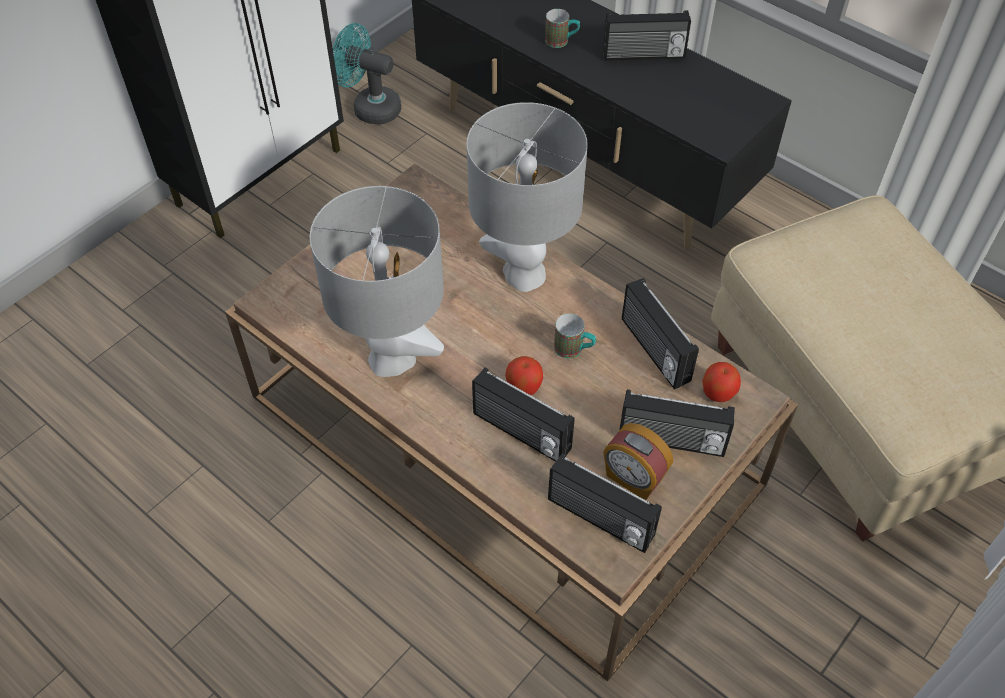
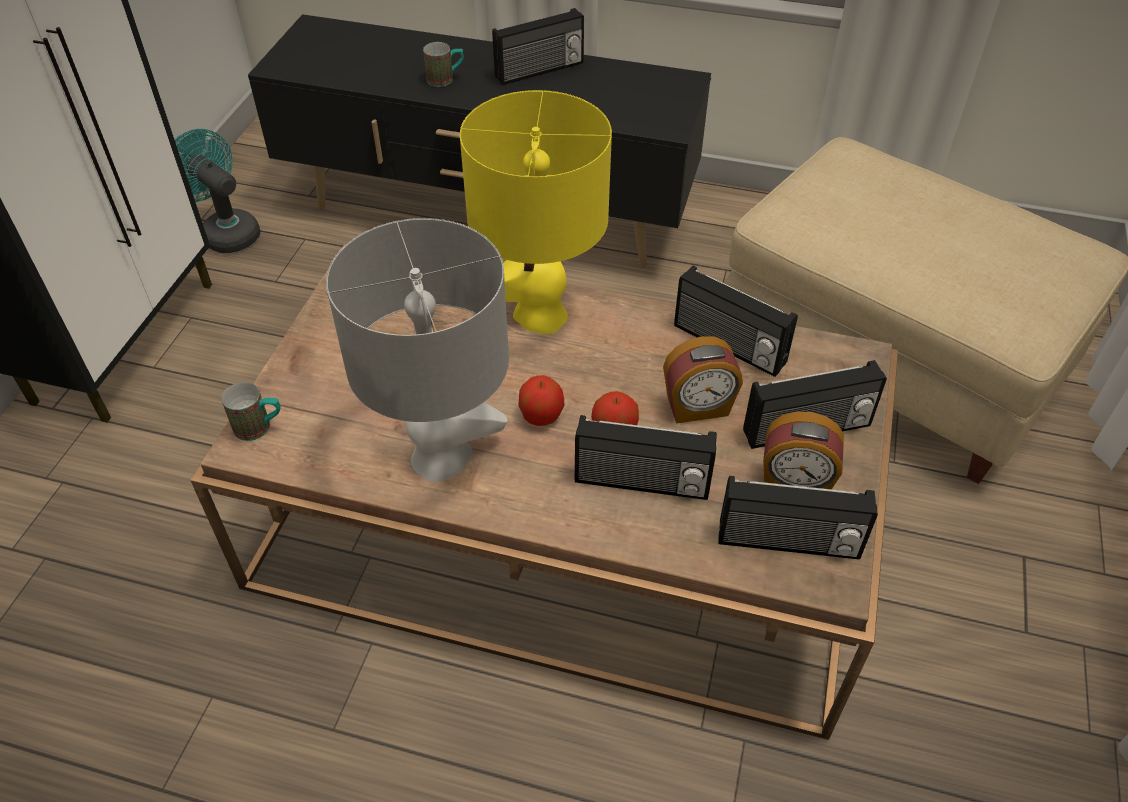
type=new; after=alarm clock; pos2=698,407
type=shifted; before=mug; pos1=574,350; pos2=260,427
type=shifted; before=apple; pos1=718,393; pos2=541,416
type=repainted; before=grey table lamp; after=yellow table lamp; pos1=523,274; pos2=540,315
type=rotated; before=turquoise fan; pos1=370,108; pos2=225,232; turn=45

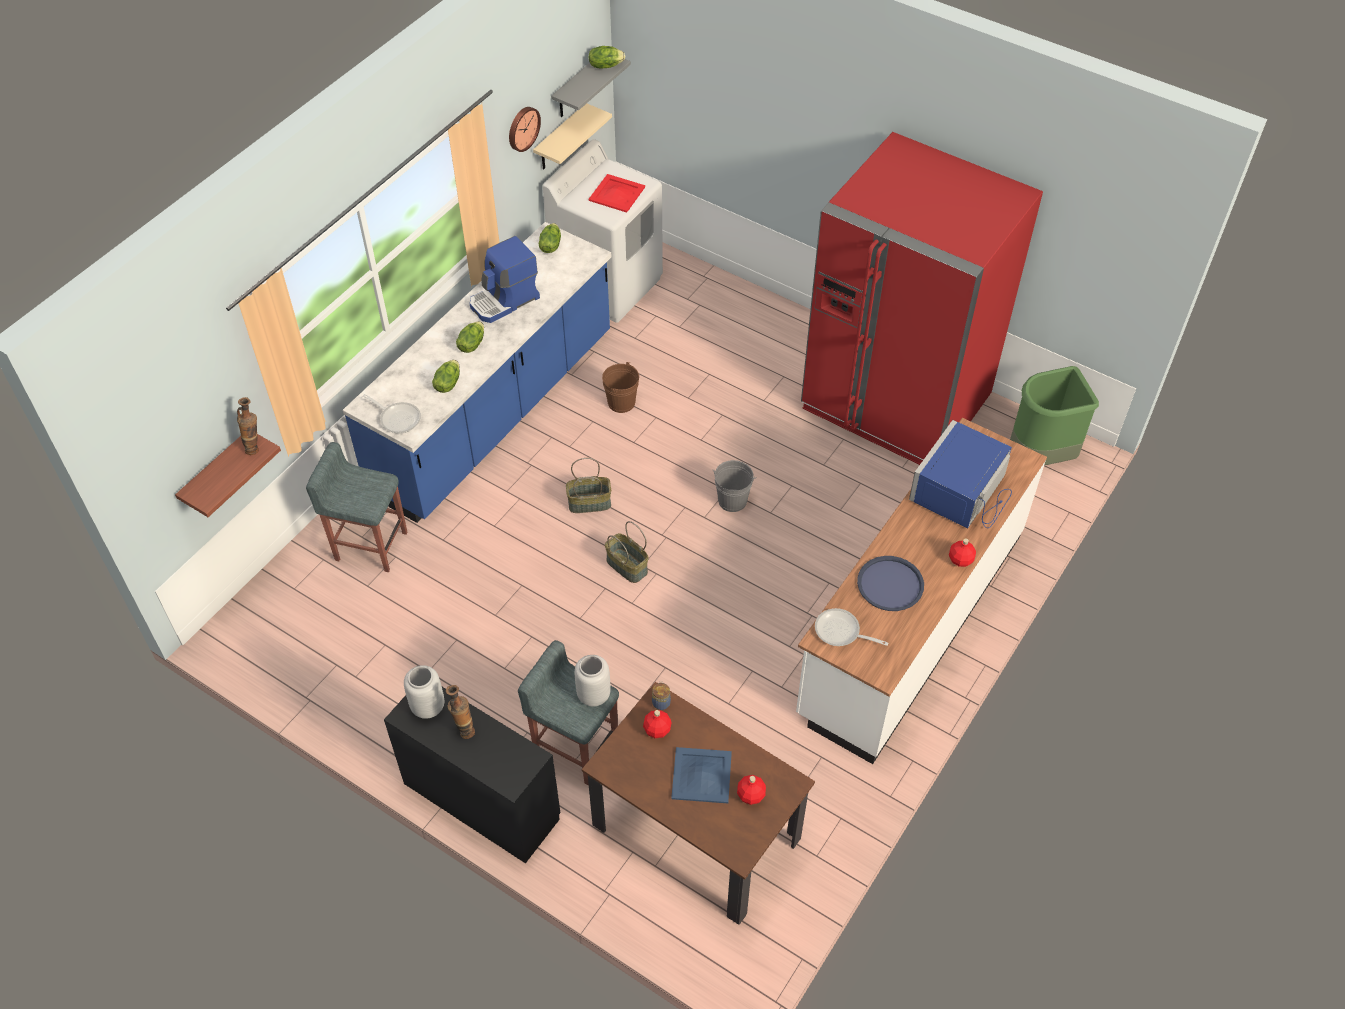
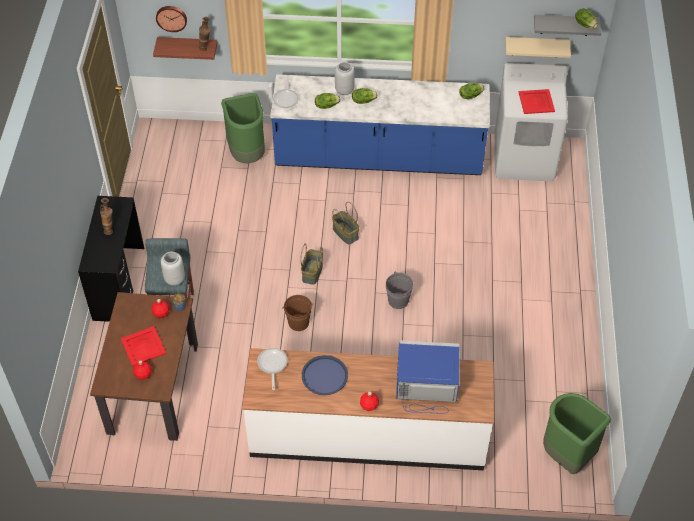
type=gone; before=coffee machine; pos1=505,301
type=gone; before=red fridge; pos1=896,402
type=shifted; before=grey vase; pos1=427,706; pos2=344,90
type=shifted; before=wall clock; pos1=522,128; pos2=171,17
type=shifted; before=brown bucket; pos1=621,402; pos2=298,322
type=swapped; before=grey stool; after=green trash can; pos1=370,545; pos2=247,154
type=repainted; before=blue tray; after=red tray; pos1=701,776; pos2=143,346

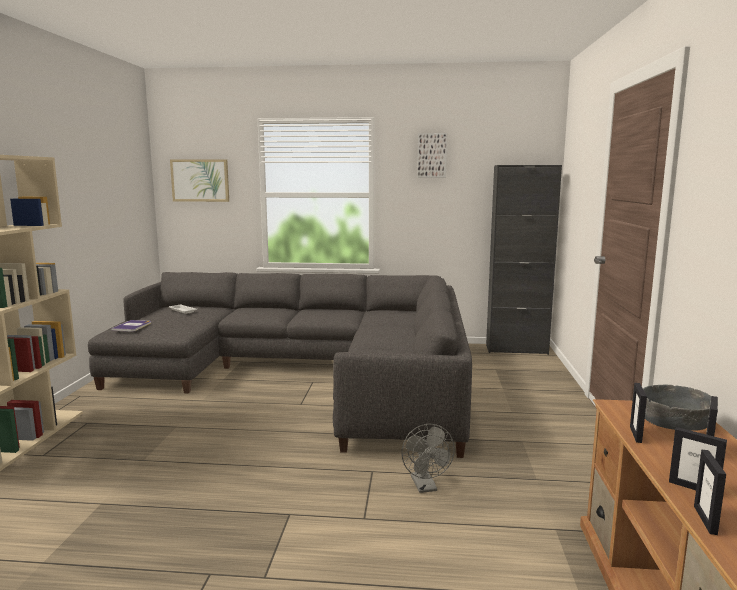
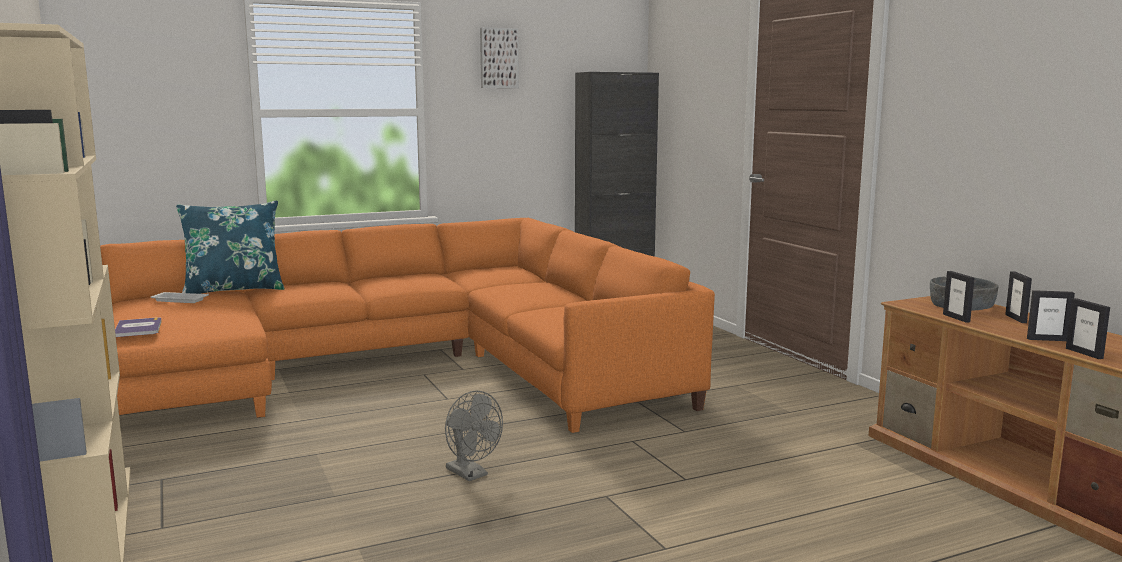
type=gone; before=picture; pos1=200,180
type=new; after=blue pillow; pos2=234,290
type=shifted; before=grey fan; pos1=425,487; pos2=471,474
type=repainted; before=grey sofa; after=orange sofa; pos1=307,373; pos2=400,366

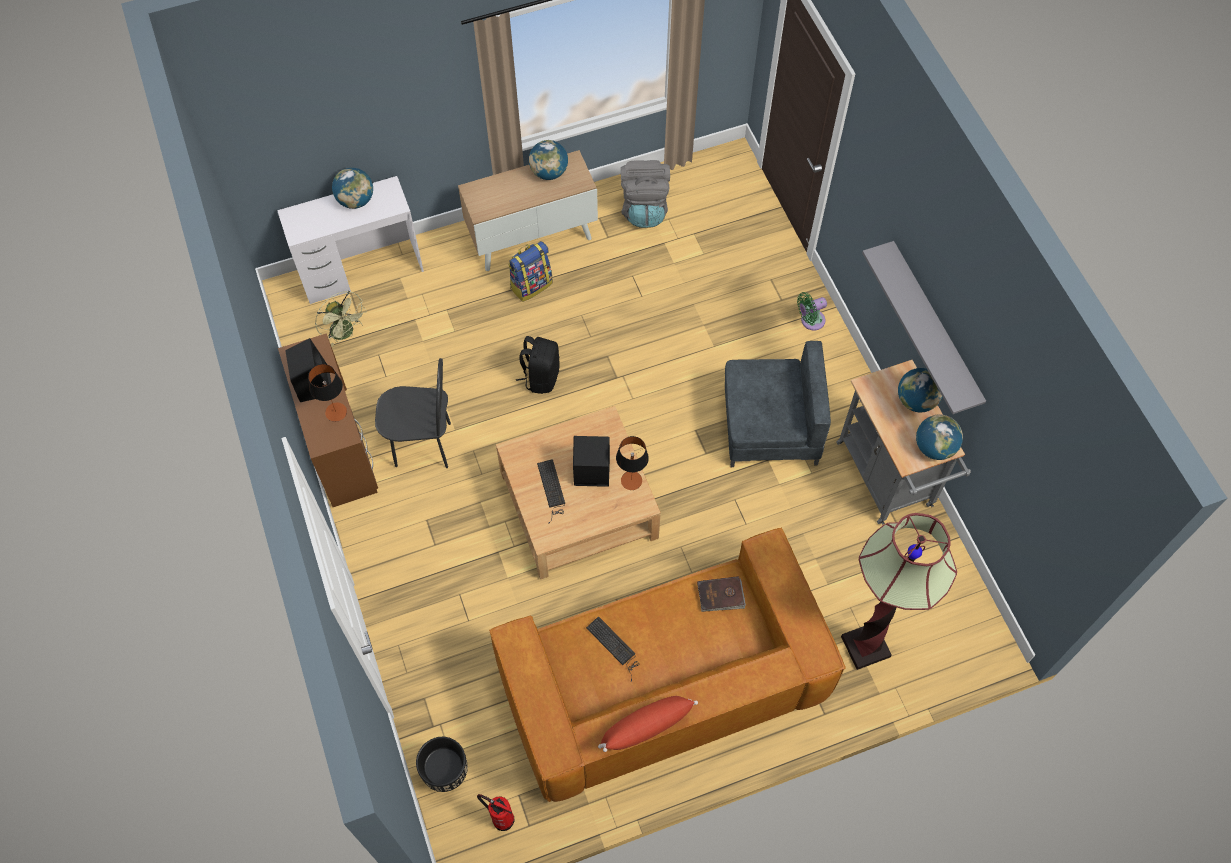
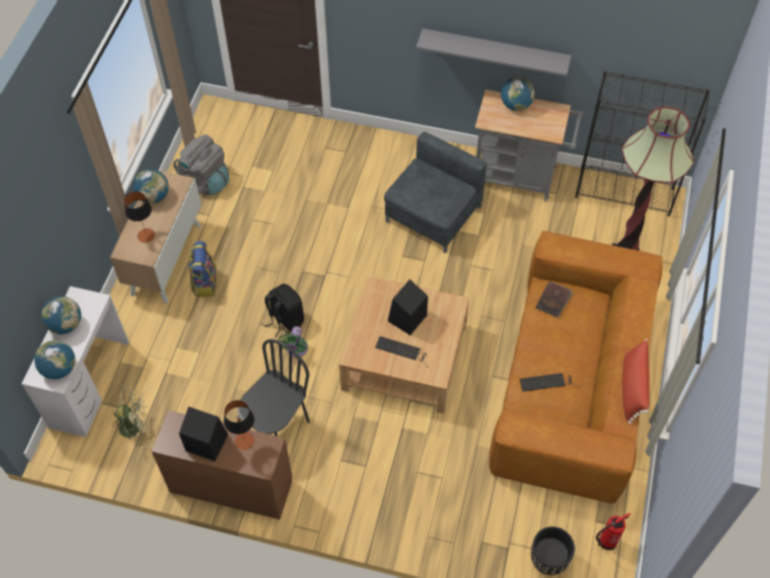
type=new; after=black bookcase; pos2=625,193
type=shifted; before=table lamp; pos1=631,480; pos2=146,235
type=shifted; before=green fan; pos1=810,321; pos2=296,350
type=shifted; before=globe; pos1=934,447; pos2=59,369

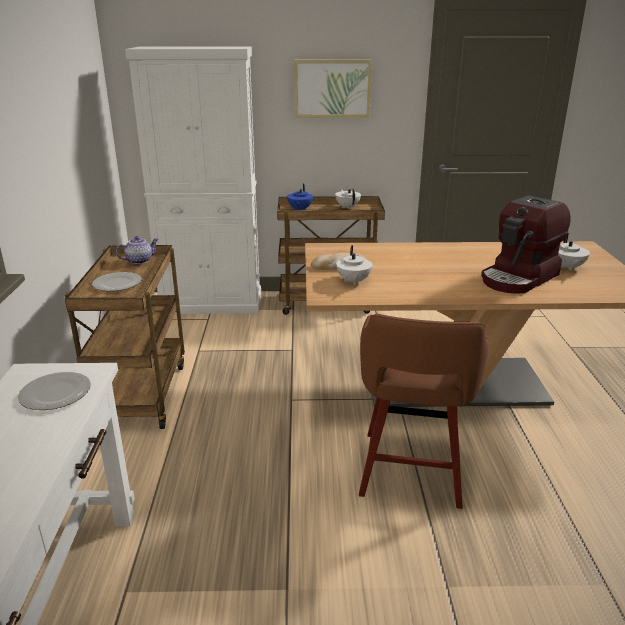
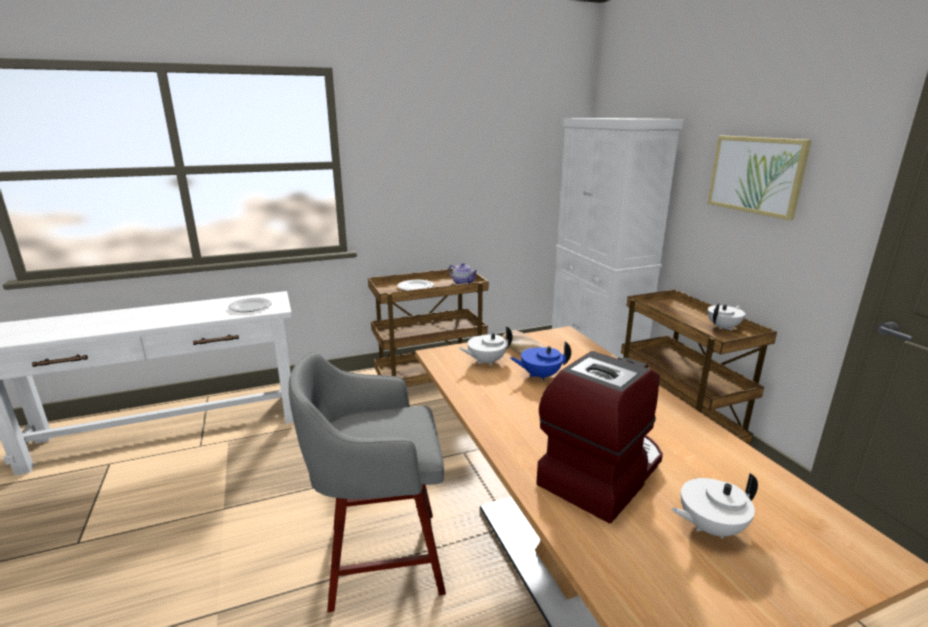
type=shifted; before=blue teapot; pos1=299,209; pos2=540,375
type=repainted; before=brown stool; after=grey stool; pos1=410,471; pos2=380,558
type=rotated; before=coffee machine; pos1=519,278; pos2=600,472; turn=105

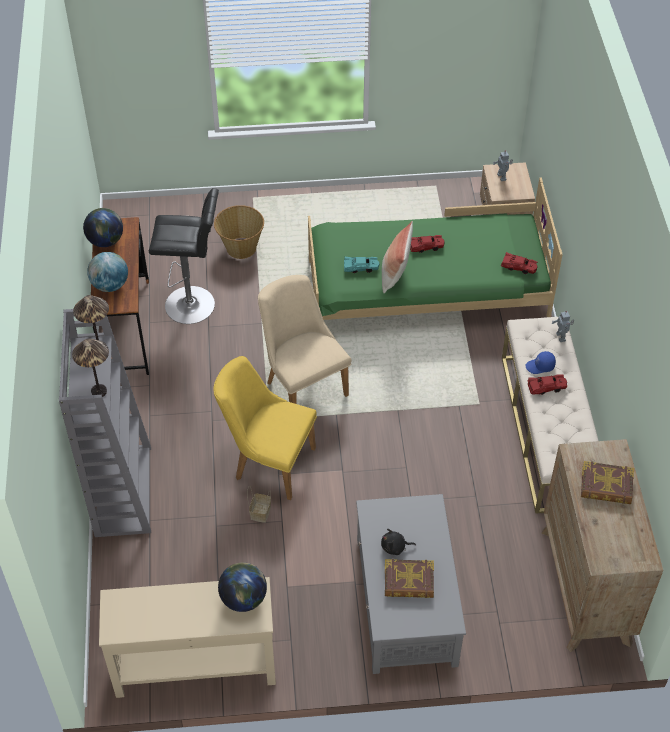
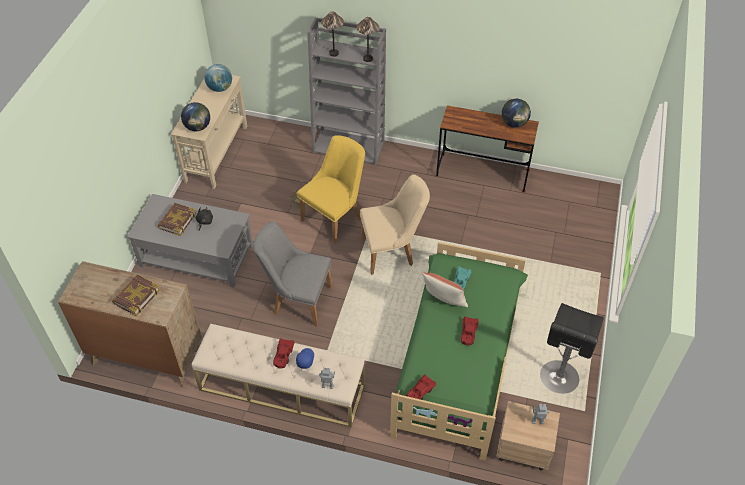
type=gone; before=basket; pos1=241,247
type=new; after=grey chair; pos2=297,299
type=shifted; before=globe; pos1=110,285; pos2=220,88
type=shifted; before=black stool; pos1=194,305; pos2=558,380

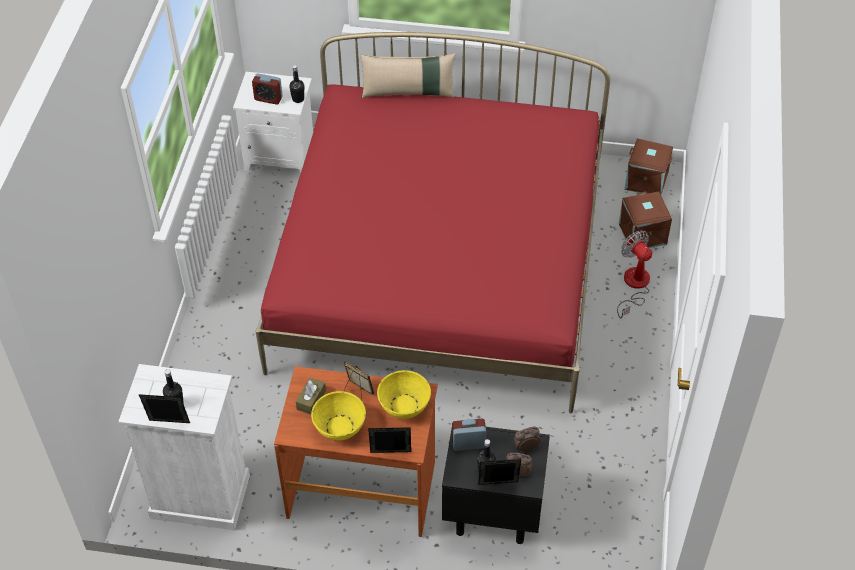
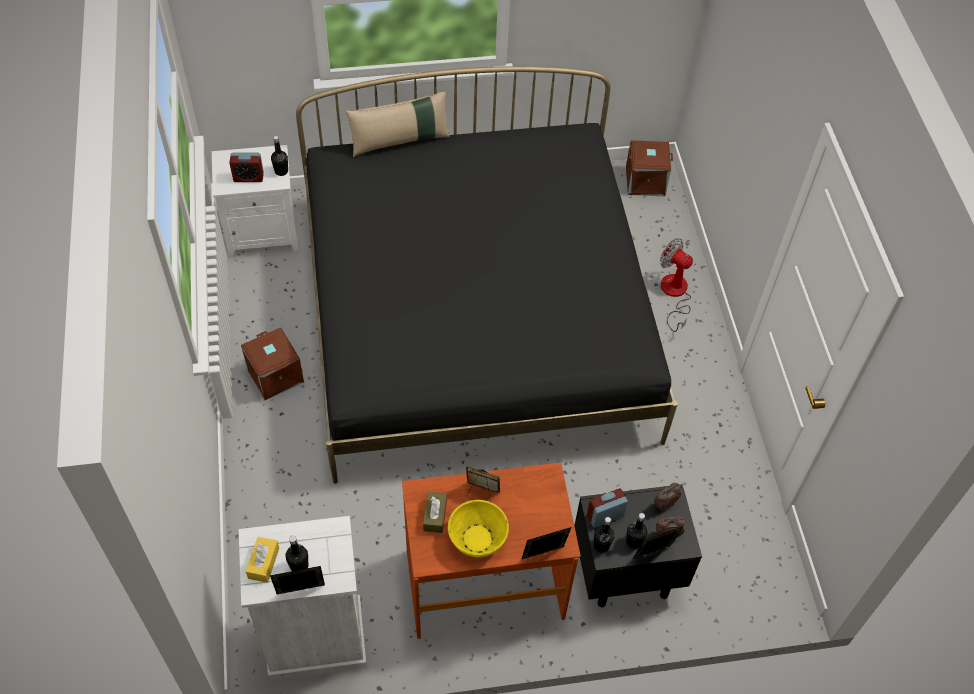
type=gone; before=yellow bowl; pos1=404,405
type=new; after=yellow tissue box; pos2=263,563
type=new; after=black bottle; pos2=601,545
type=shifted; before=brown storage box; pos1=641,234; pos2=274,375
type=repainted; before=red bed; after=black bed; pos1=440,267; pos2=476,319

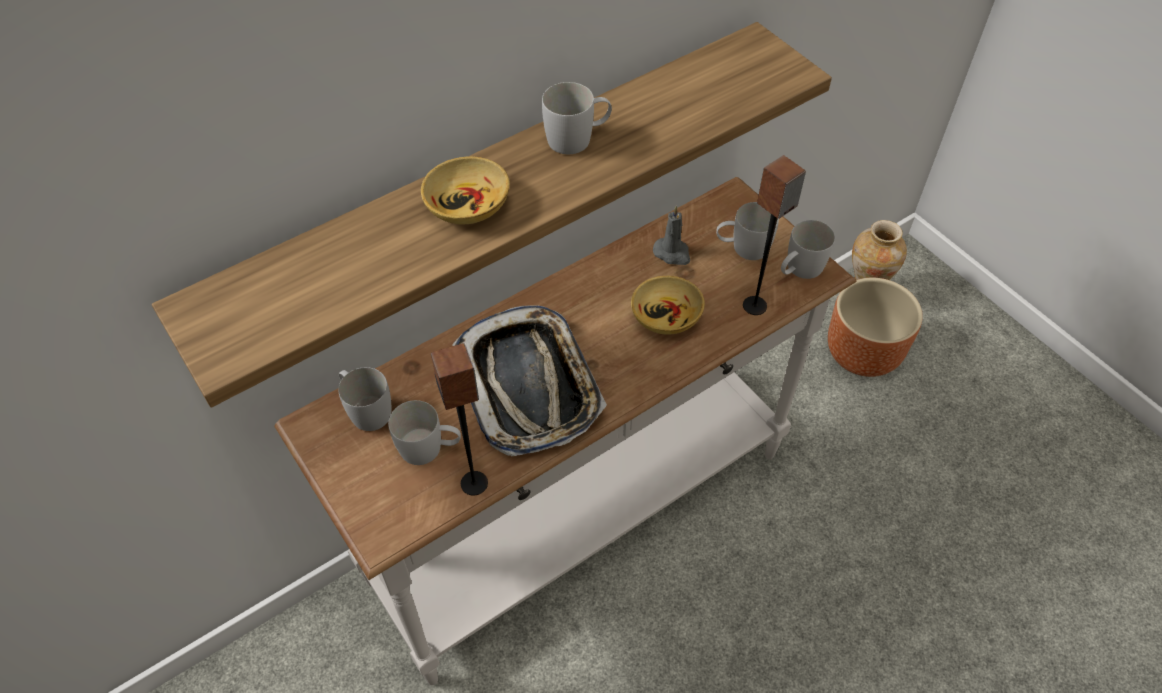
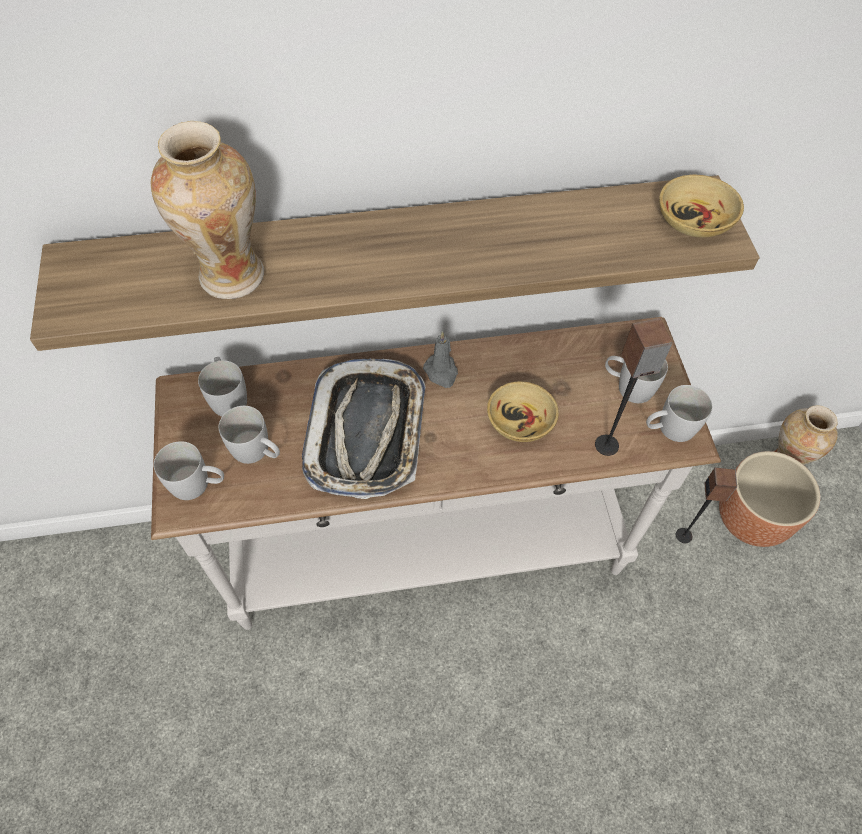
type=new; after=vase; pos2=230,276
type=shifted; before=beige bowl; pos1=468,205; pos2=694,220
type=shifted; before=speaker; pos1=475,483; pos2=684,535
type=shifted; before=white mug; pos1=578,138; pos2=198,484
type=shifted; before=grey candle; pos1=672,253; pos2=441,372

